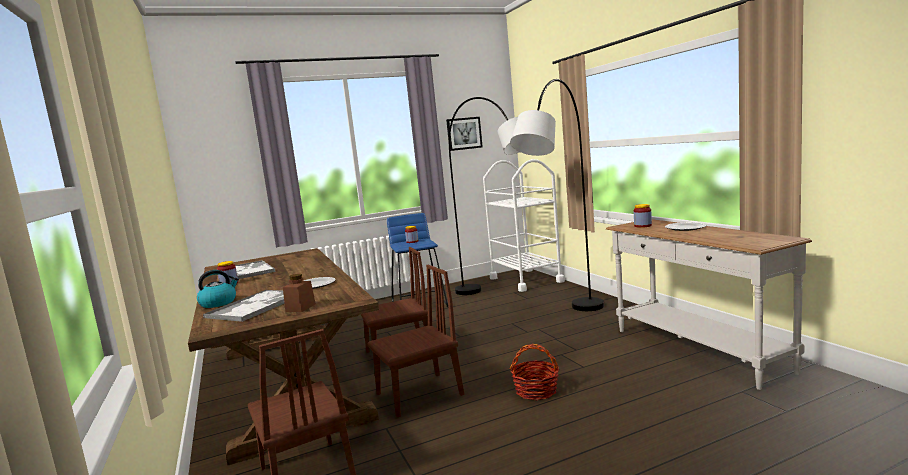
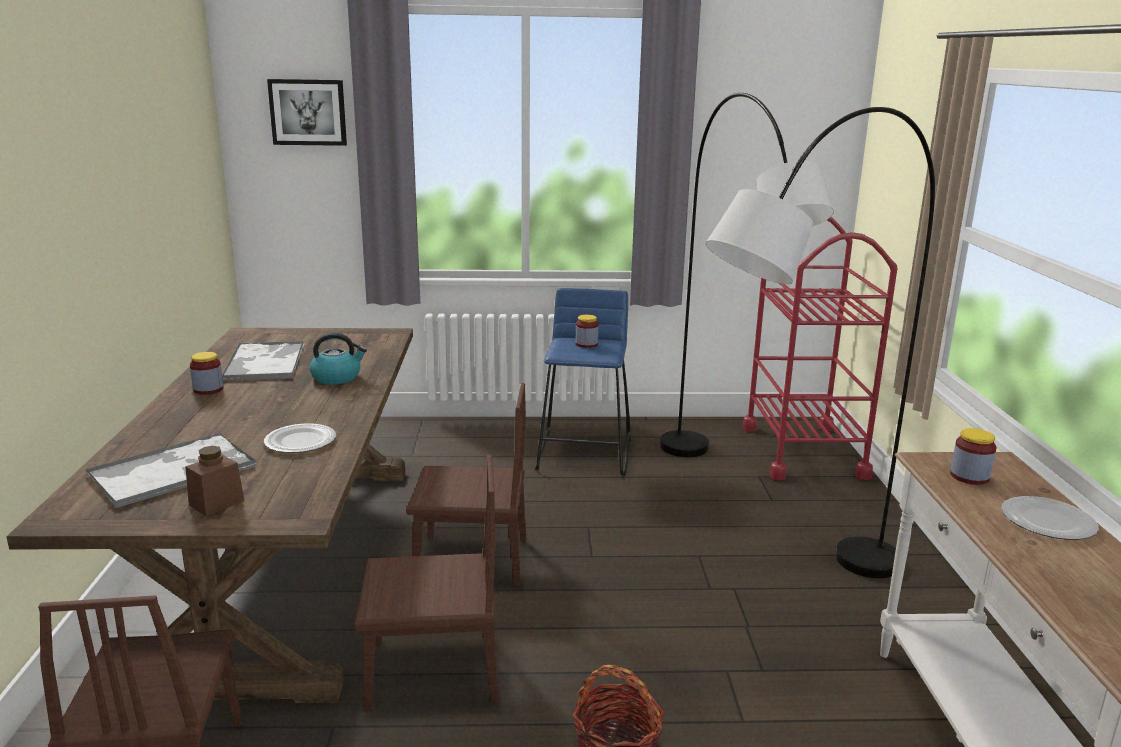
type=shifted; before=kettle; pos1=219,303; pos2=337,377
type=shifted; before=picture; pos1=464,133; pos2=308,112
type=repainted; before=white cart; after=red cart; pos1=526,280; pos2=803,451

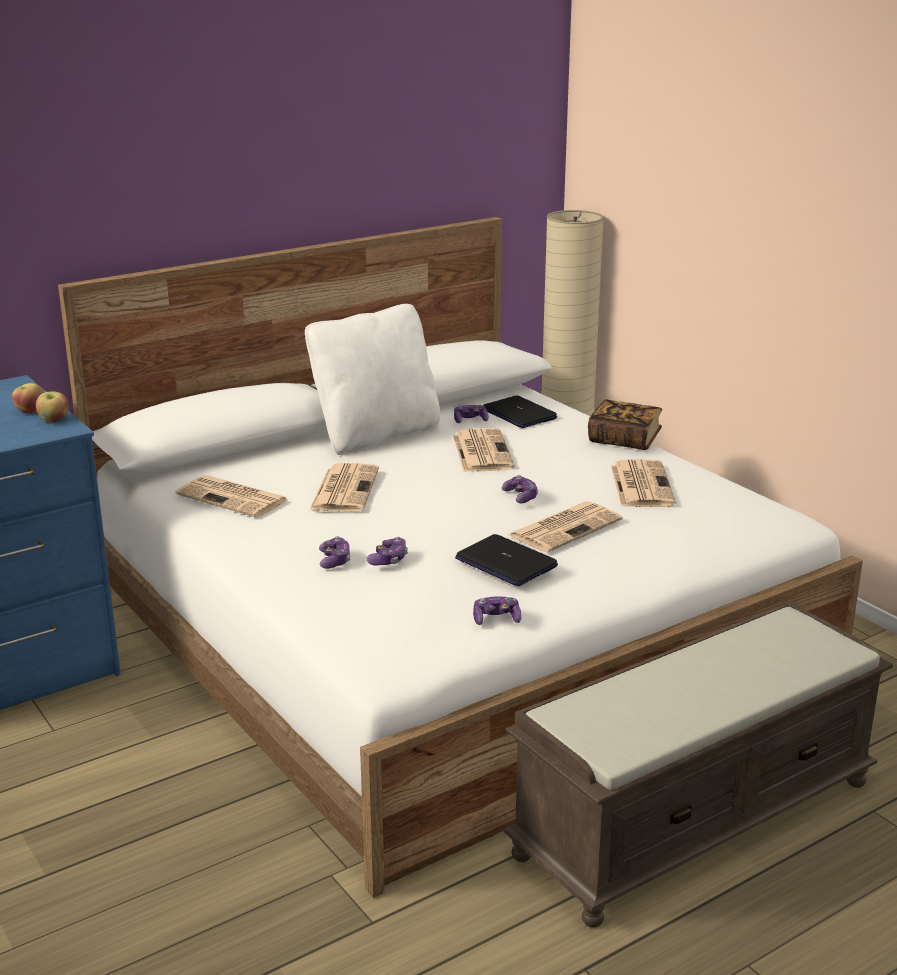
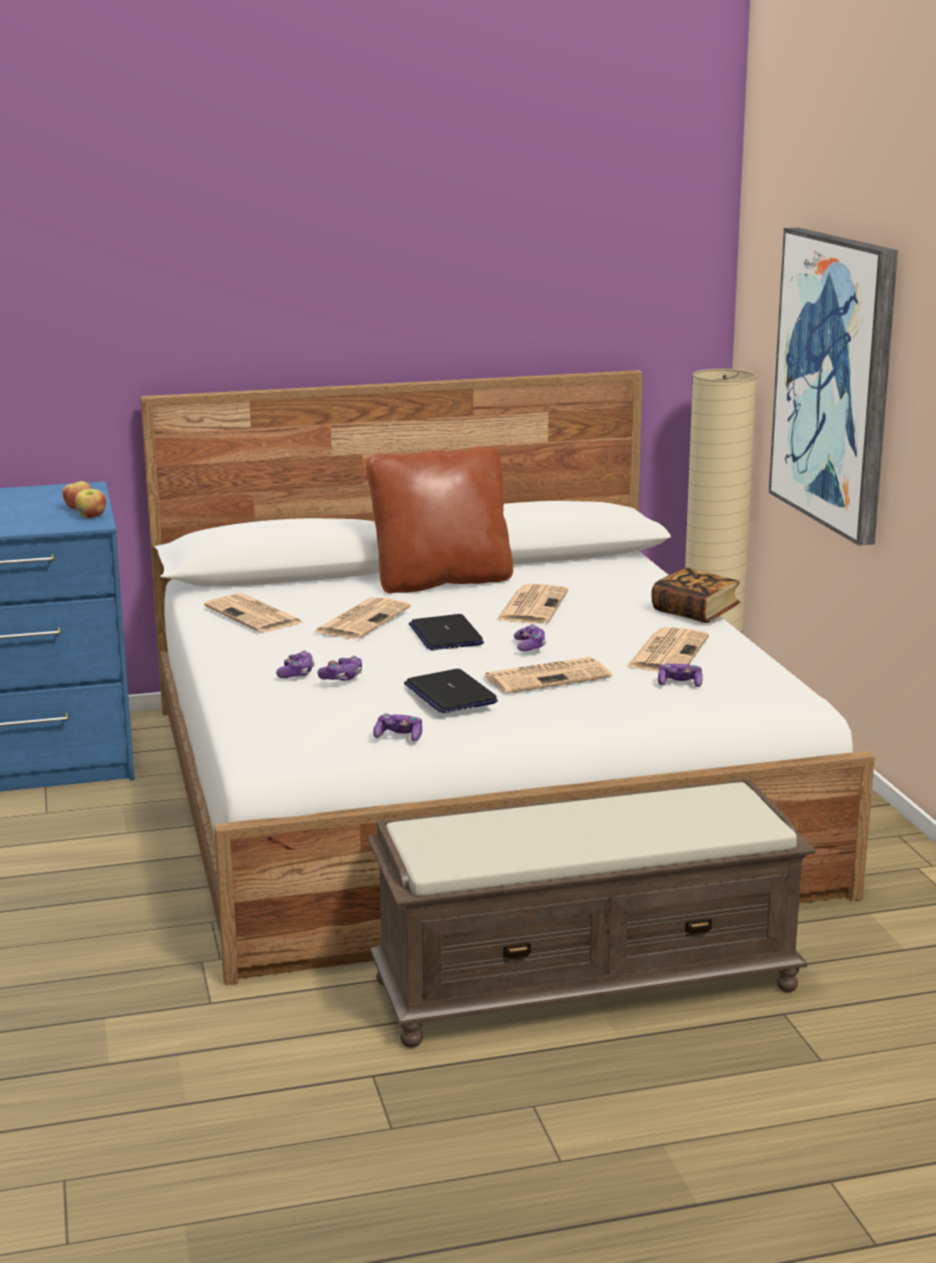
type=new; after=picture; pos2=835,381
type=shifted; before=game controller; pos1=470,420; pos2=680,683
type=shifted; before=laptop; pos1=518,414; pos2=445,635
type=repainted; before=white pillow; after=brown pillow; pos1=376,435; pos2=441,581

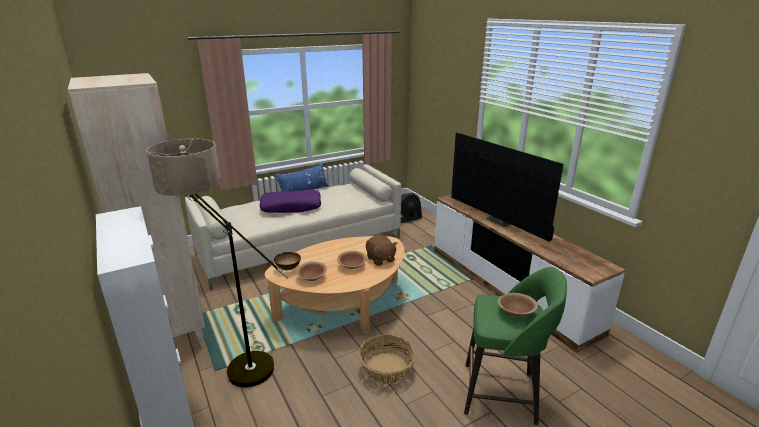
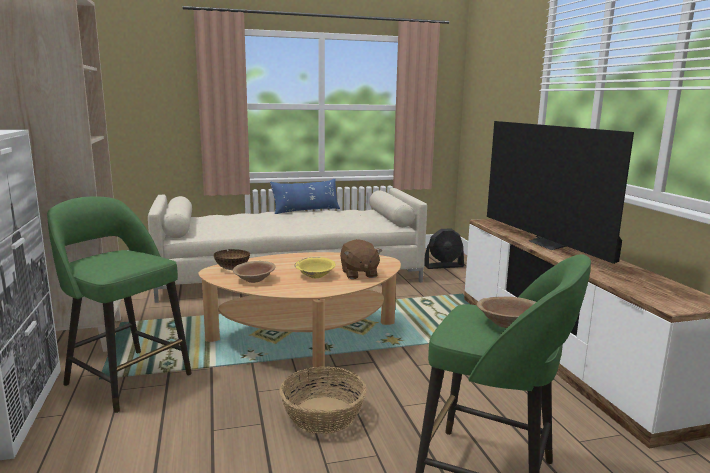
type=gone; before=purple pillow; pos1=291,207
type=swapped; before=floor lamp; after=green stool; pos1=235,366; pos2=126,378
type=repainted; before=brown bowl; after=yellow bowl; pos1=351,266; pos2=315,275

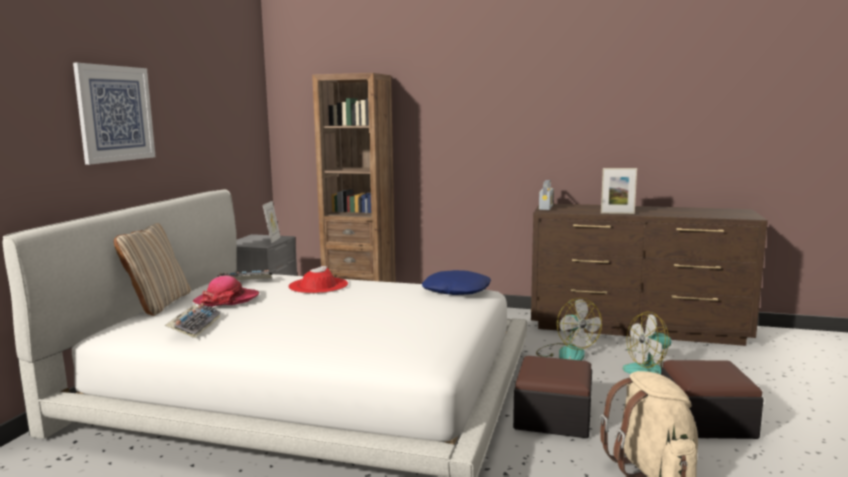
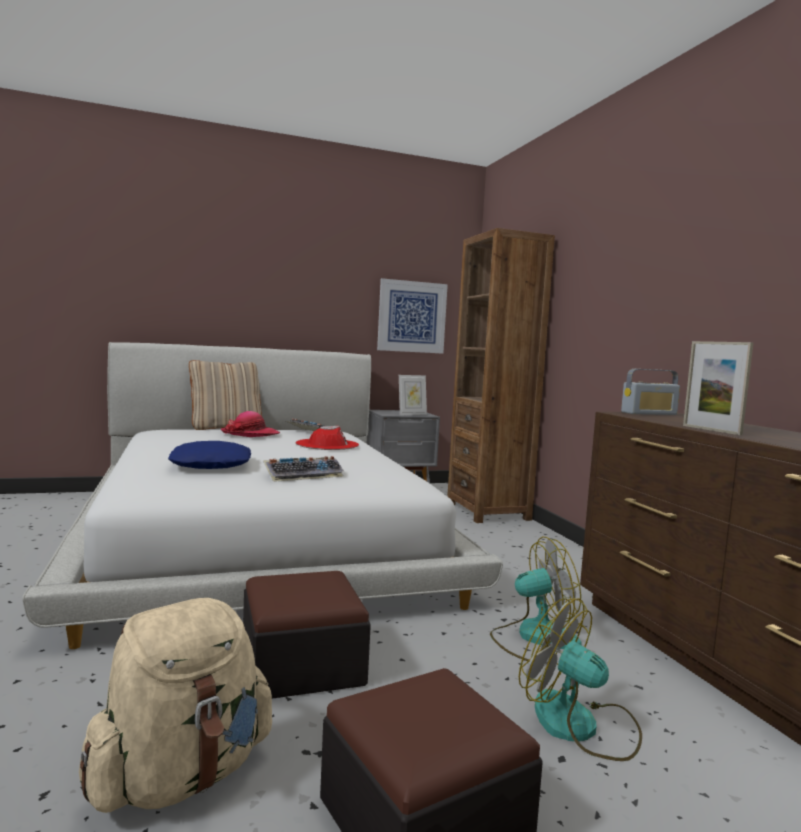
type=shifted; before=picture; pos1=115,113; pos2=412,317
type=shifted; before=keyboard; pos1=194,326; pos2=304,475
type=shifted; before=blue pillow; pos1=456,290; pos2=210,465
type=rotated; before=fan; pos1=566,353; pos2=534,638; turn=-135

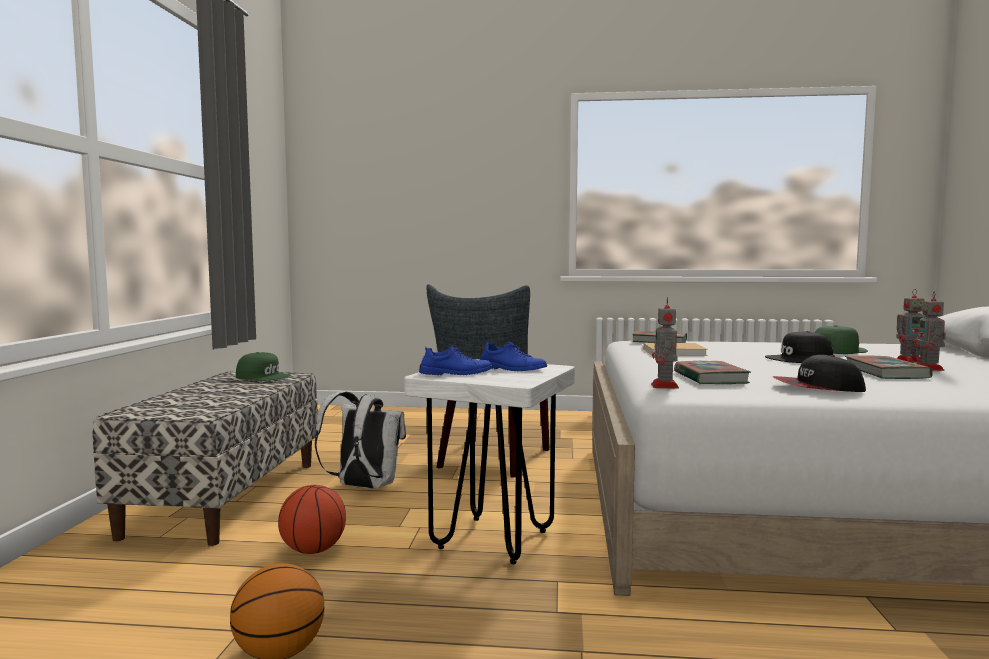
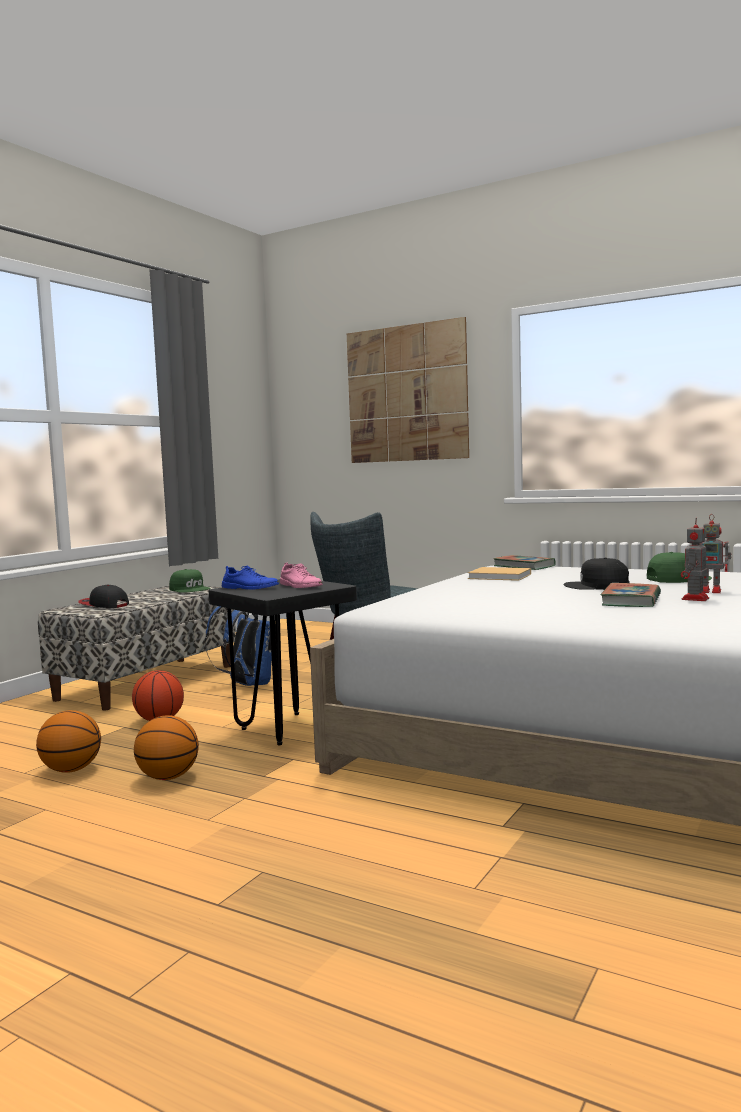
type=gone; before=toy robot; pos1=665,386
type=gone; before=book; pos1=710,378
type=new; after=basketball; pos2=168,777
type=new; after=picture; pos2=406,393
type=shifted; before=cap; pos1=817,388; pos2=103,605
type=repainted; before=white backpack; after=blue backpack; pos1=363,487; pos2=247,684
type=repainted; before=white stool; after=black stool; pos1=493,539; pos2=288,728
type=repainted; before=blue shoe; after=pink shoe; pos1=512,369; pos2=300,586

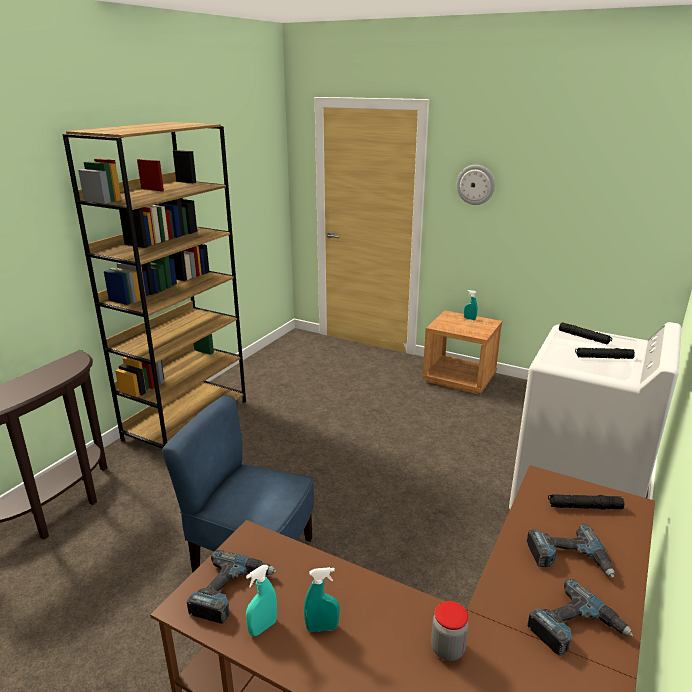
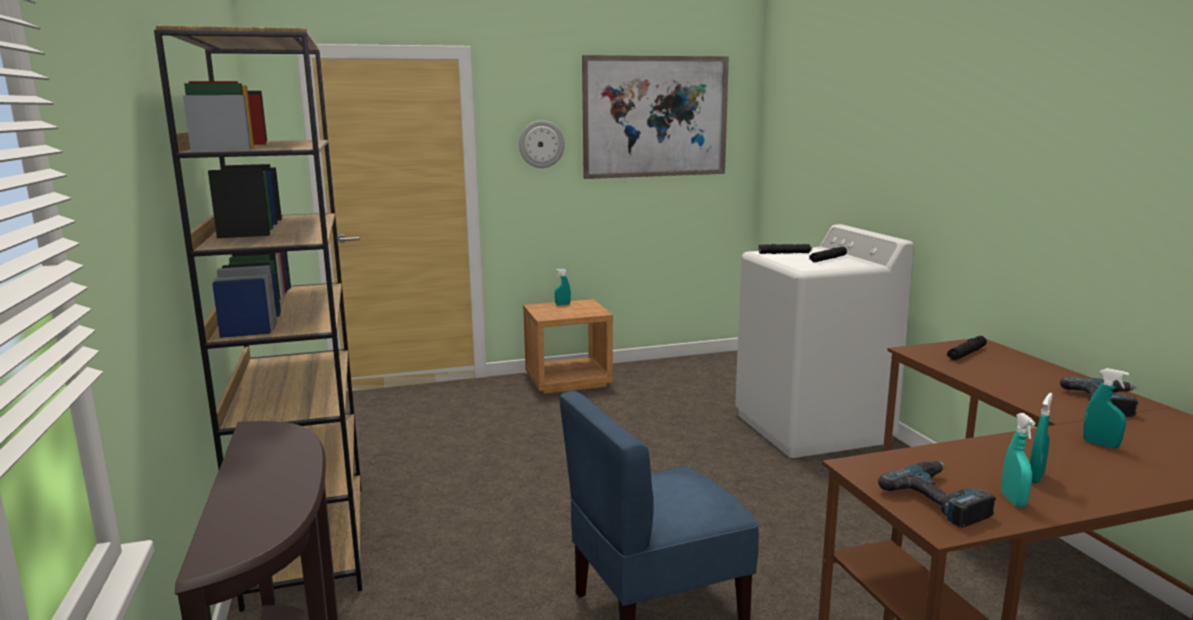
type=gone; before=power drill; pos1=568,558
type=new; after=picture; pos2=656,117
type=swapped; before=jar; after=turquoise spray bottle; pos1=447,649; pos2=1100,444

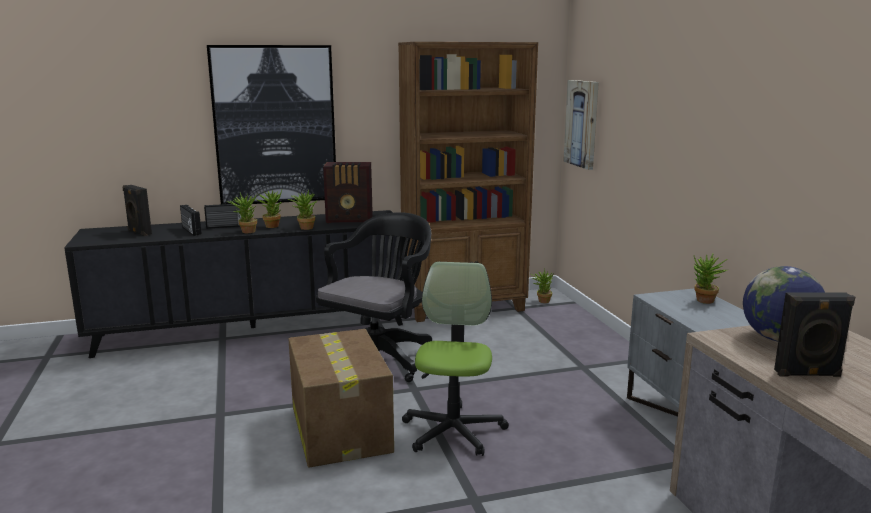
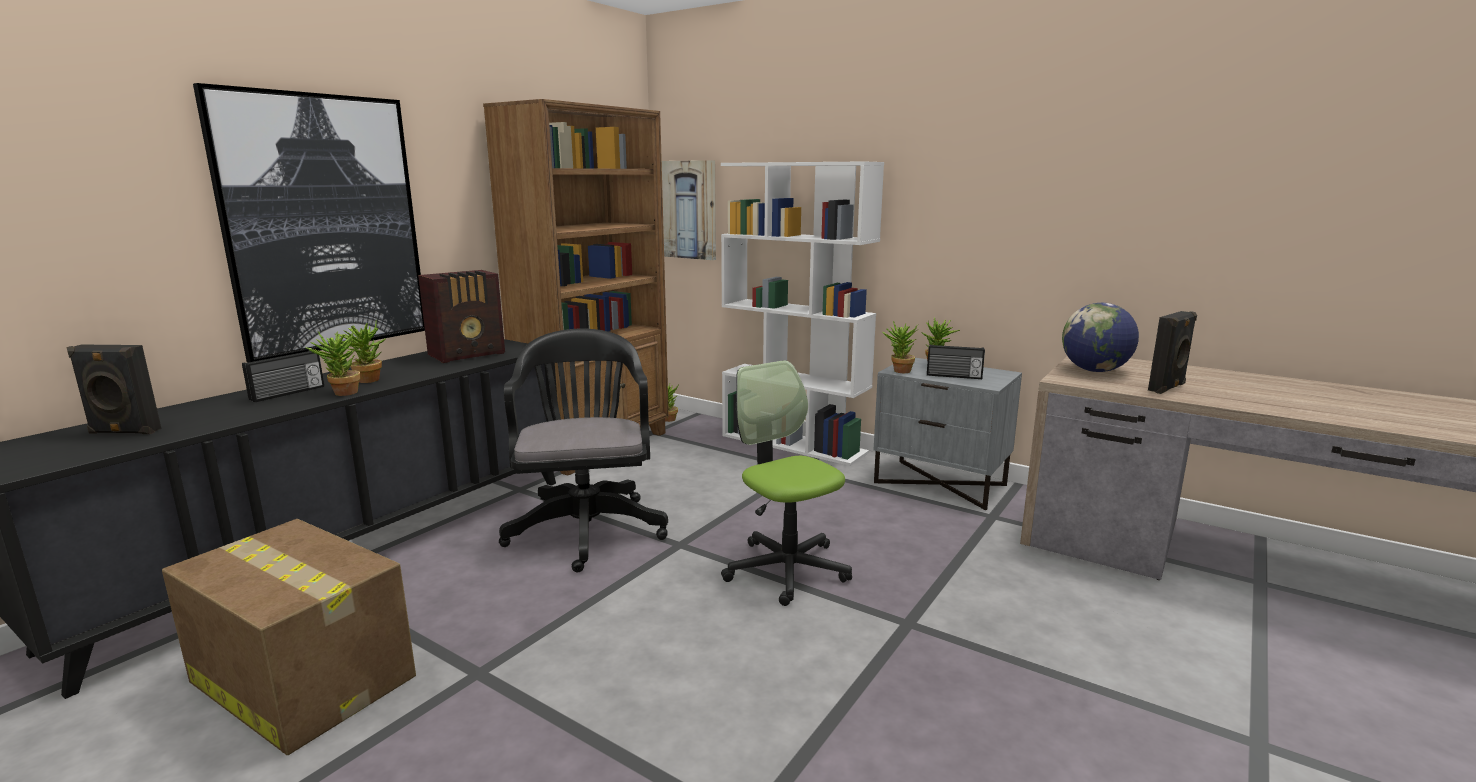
type=new; after=white bookcase; pos2=794,444
type=shifted; before=radio; pos1=190,231; pos2=954,376
type=shifted; before=potted plant; pos1=304,227; pos2=898,371
type=shifted; before=cardboard box; pos1=340,428; pos2=301,678

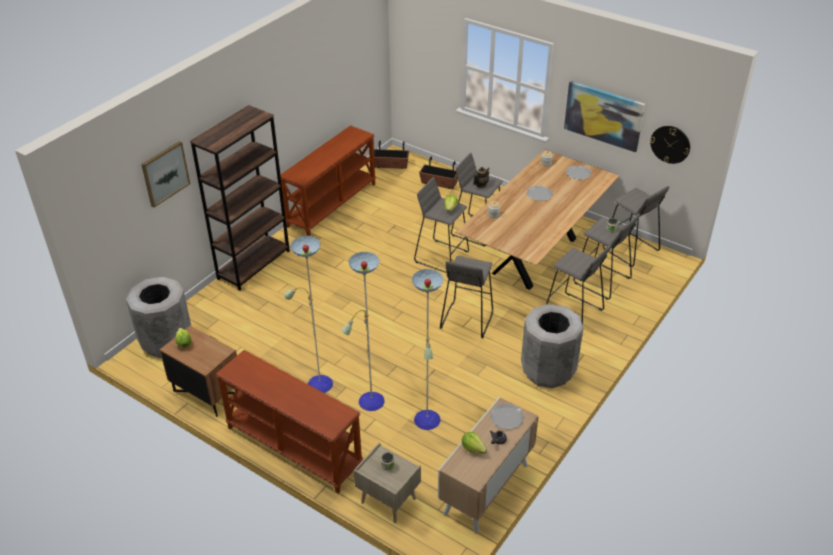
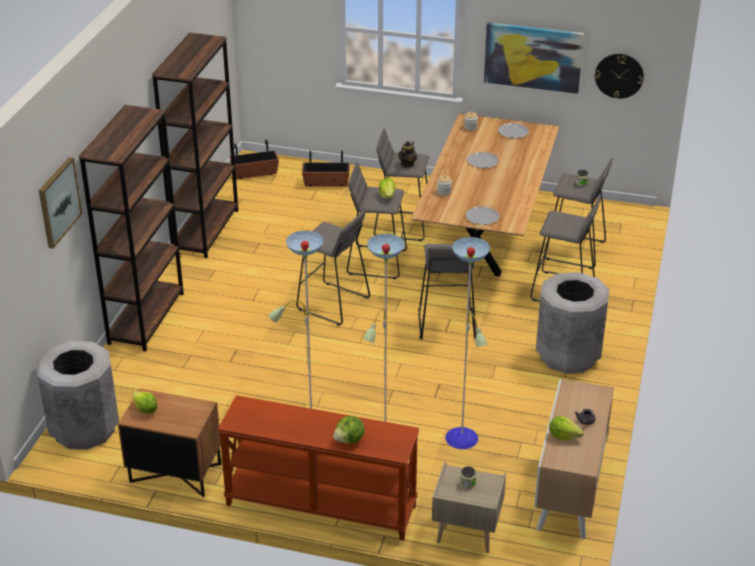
type=new; after=lettuce; pos2=349,440
type=shifted; before=plate; pos1=506,417; pos2=482,217
type=shifted; before=grey stool; pos1=630,250; pos2=333,304
type=swapped; before=brown console table; after=brown bookcase; pos1=331,204; pos2=205,231

